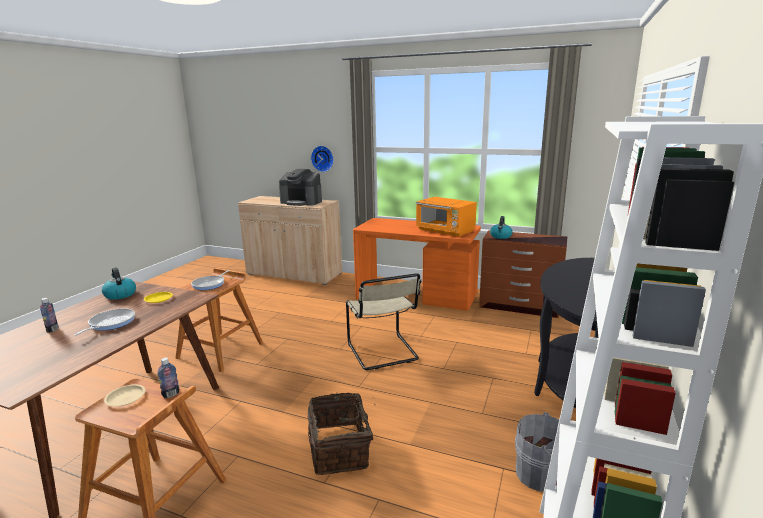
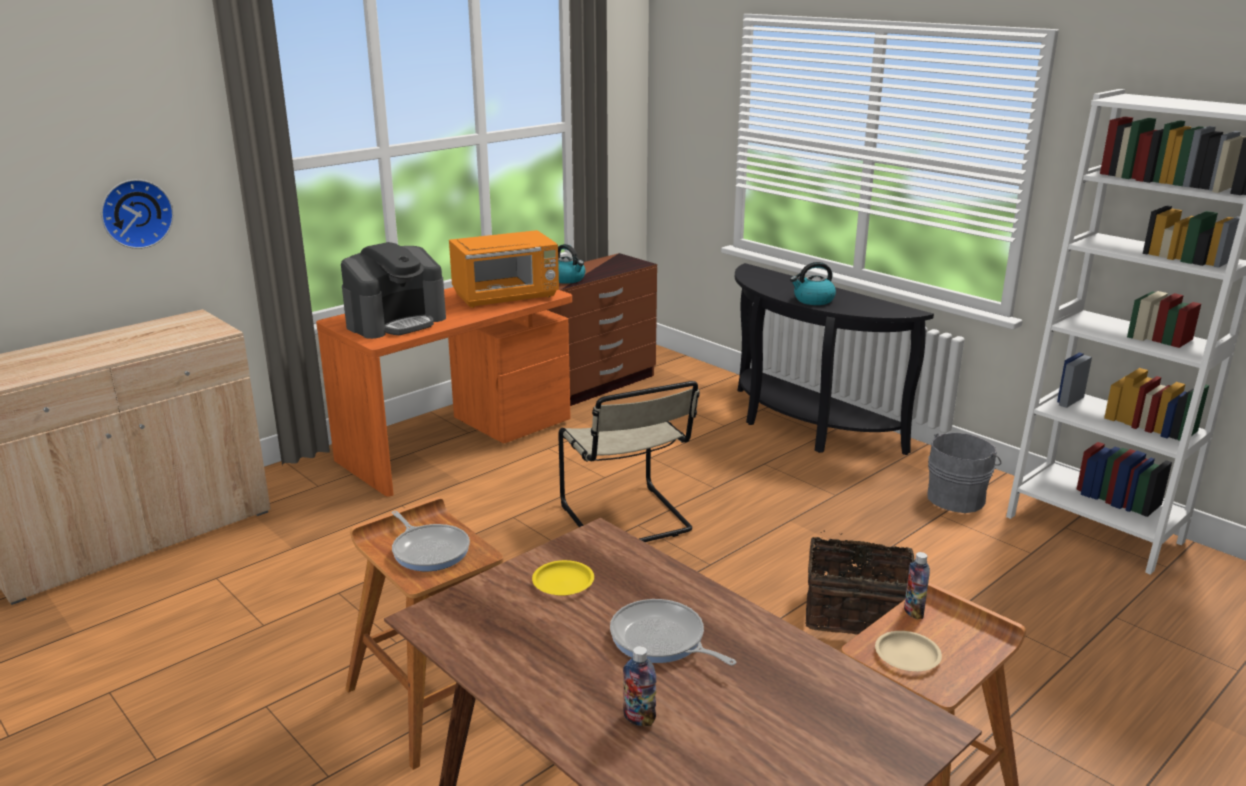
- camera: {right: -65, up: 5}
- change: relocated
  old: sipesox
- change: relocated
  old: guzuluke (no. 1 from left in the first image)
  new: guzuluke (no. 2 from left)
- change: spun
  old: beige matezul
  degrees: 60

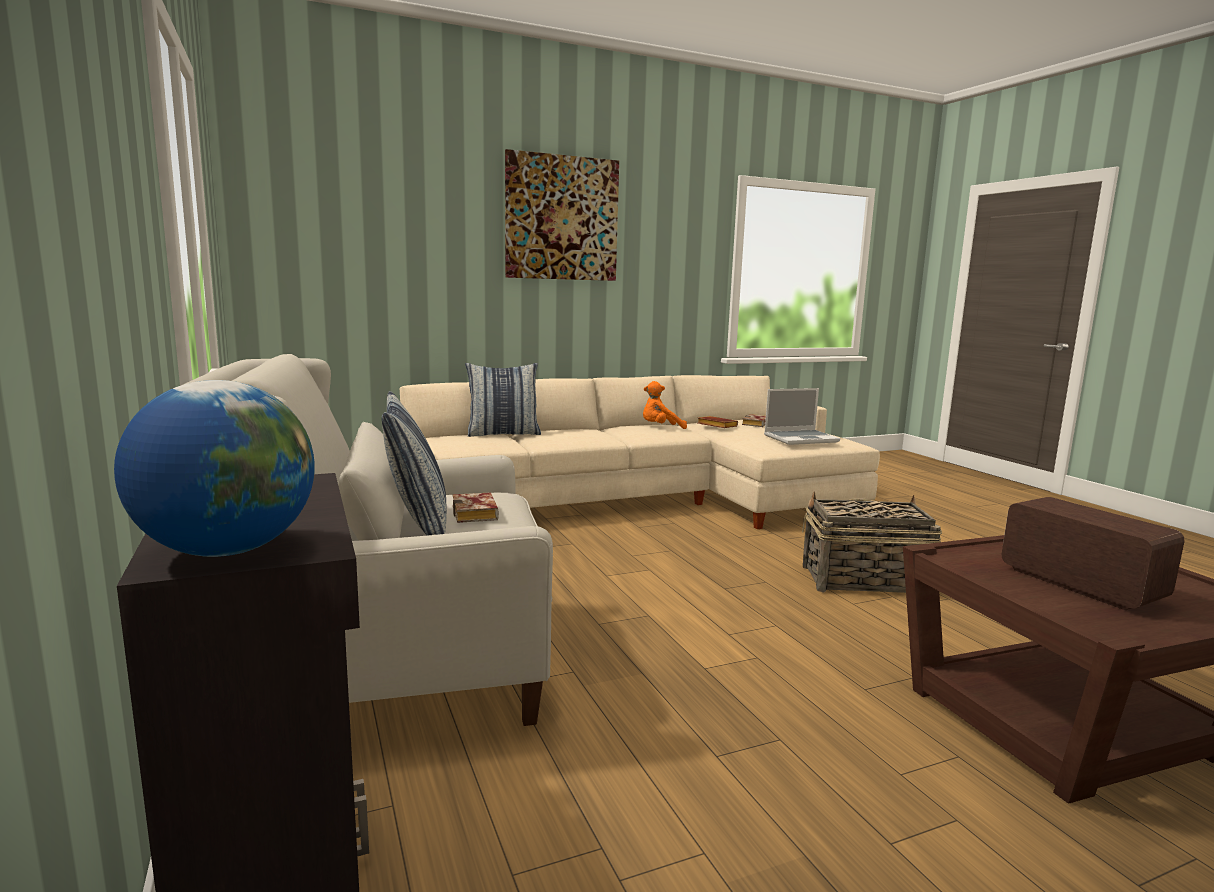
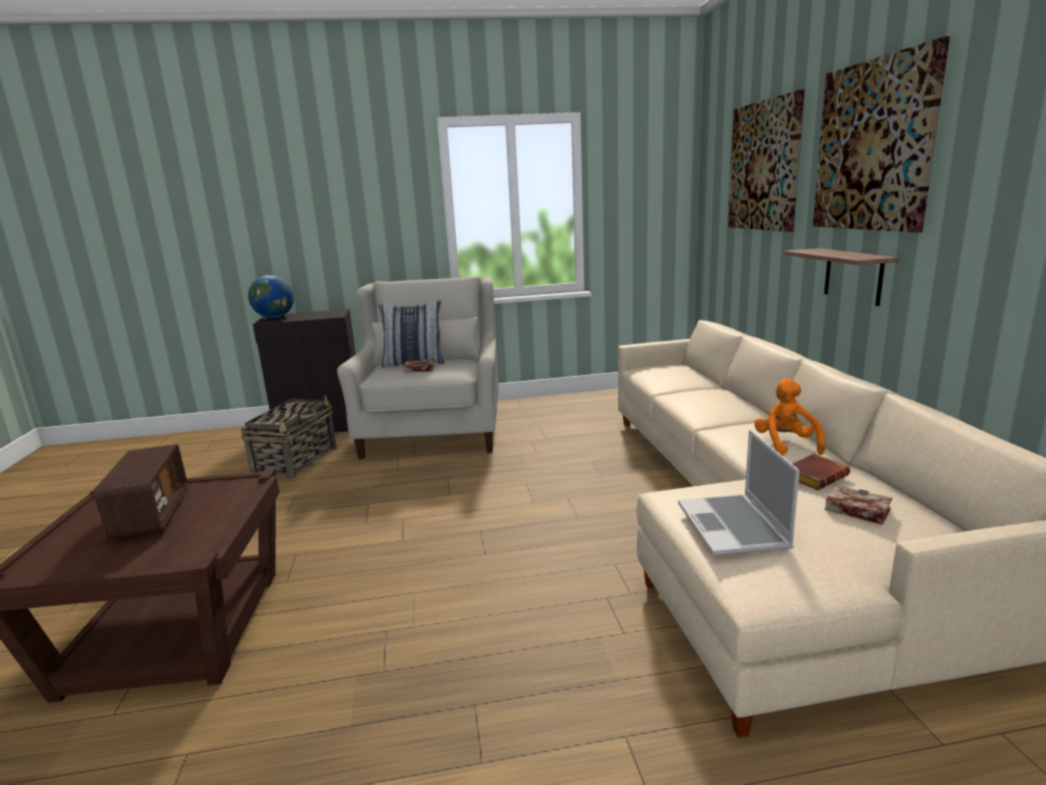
- camera: {right: 105, up: 5}
- change: missing
  old: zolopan (no. 2 from left)
- change: relocated
  old: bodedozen
- change: spun
  old: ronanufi
  degrees: -90
- change: appeared
  new: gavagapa (no. 1 from left)
- change: appeared
  new: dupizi

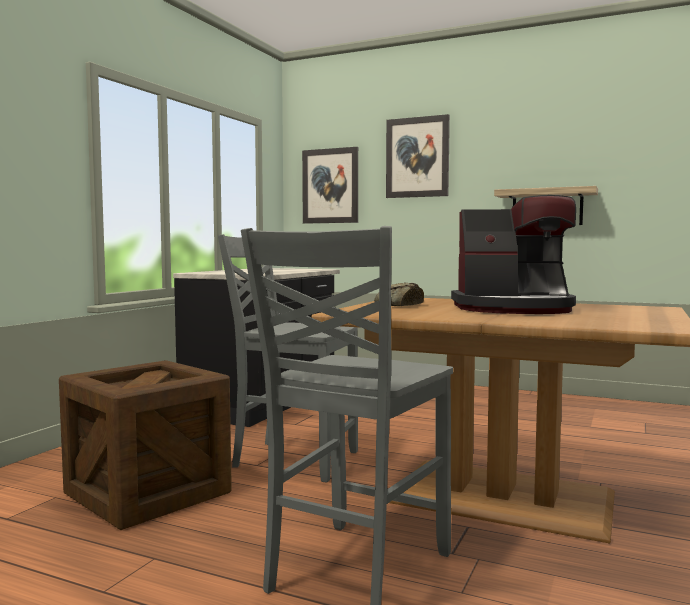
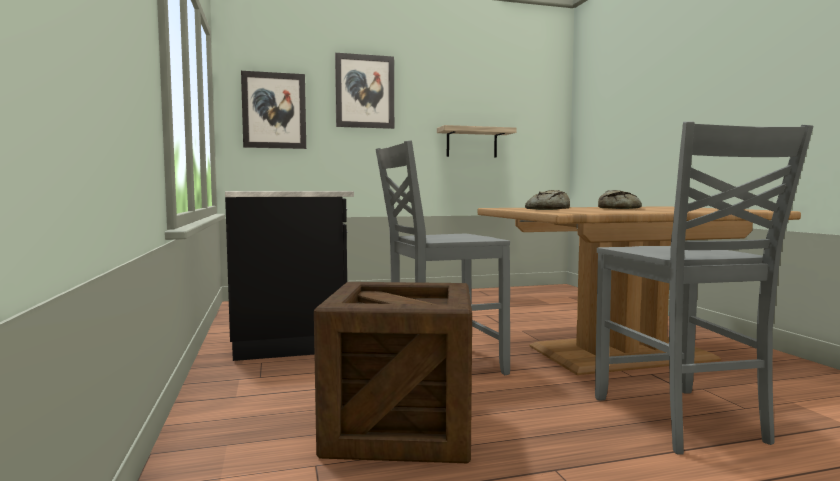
- camera: {right: -40, up: 0}
- change: exchanged
  old: sipesox
  new: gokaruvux (no. 2 from left)

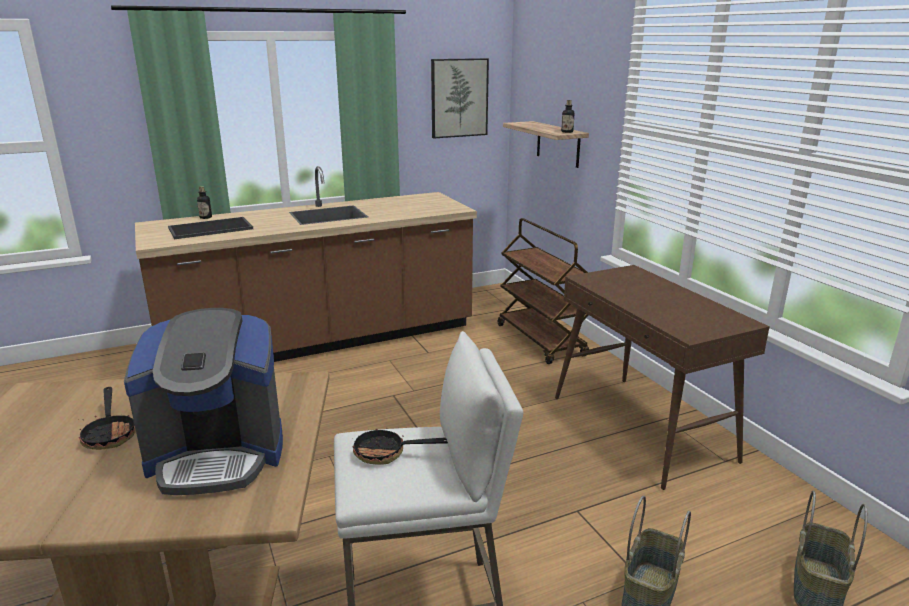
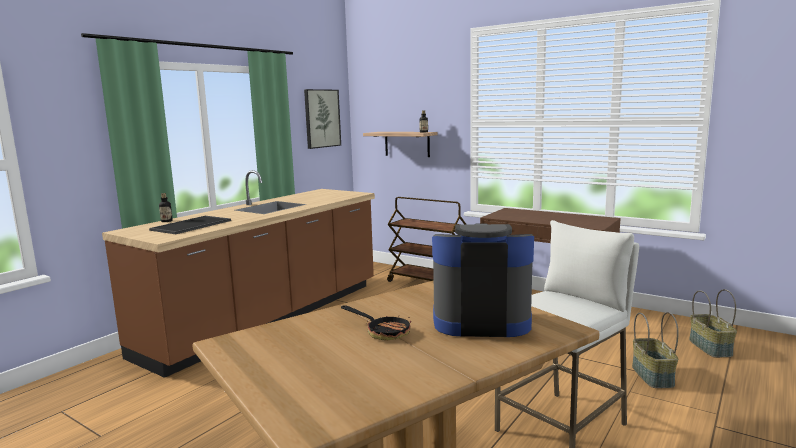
- camera: {right: -30, up: -10}
- change: spun
  old: sipesox
  degrees: -135
- change: missing
  old: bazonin (no. 2 from left)

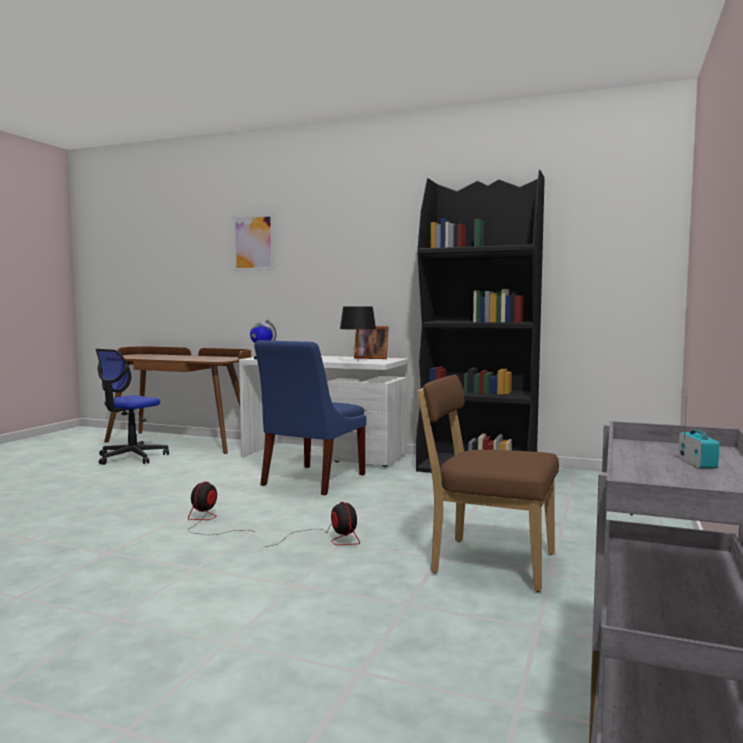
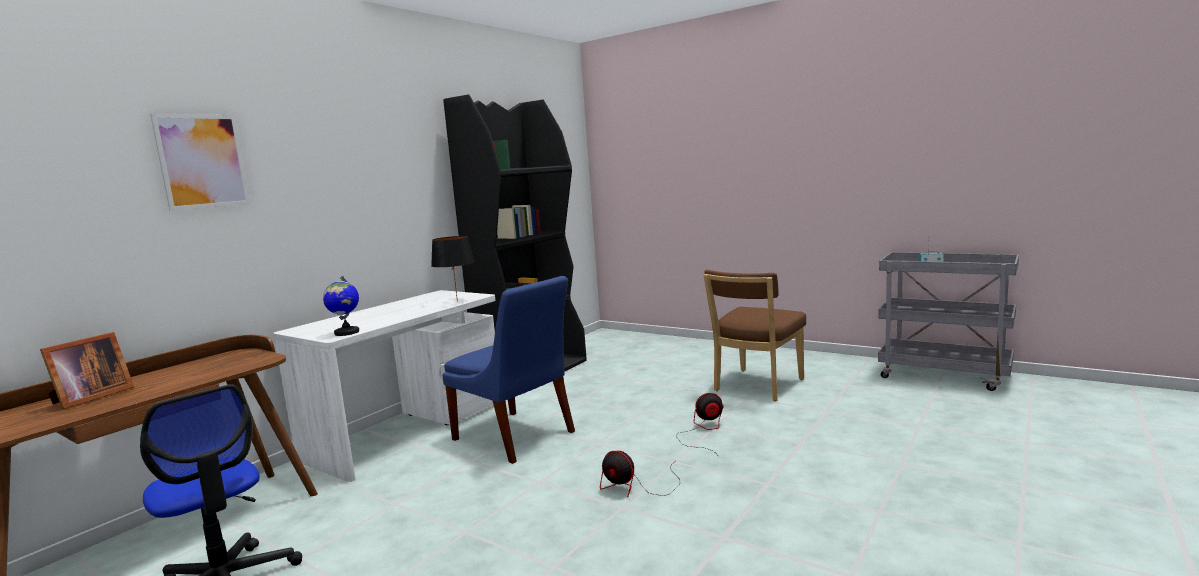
- camera: {right: -75, up: 5}
- change: relocated
  old: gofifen

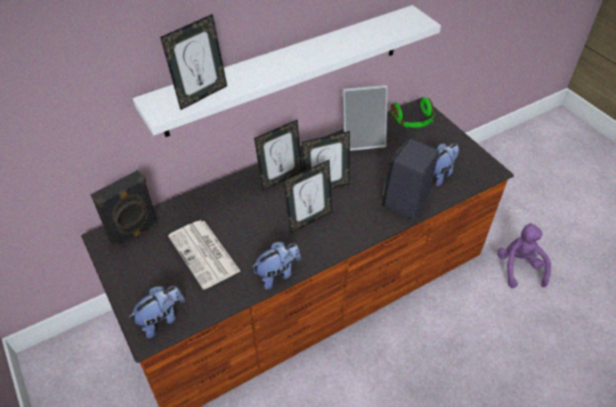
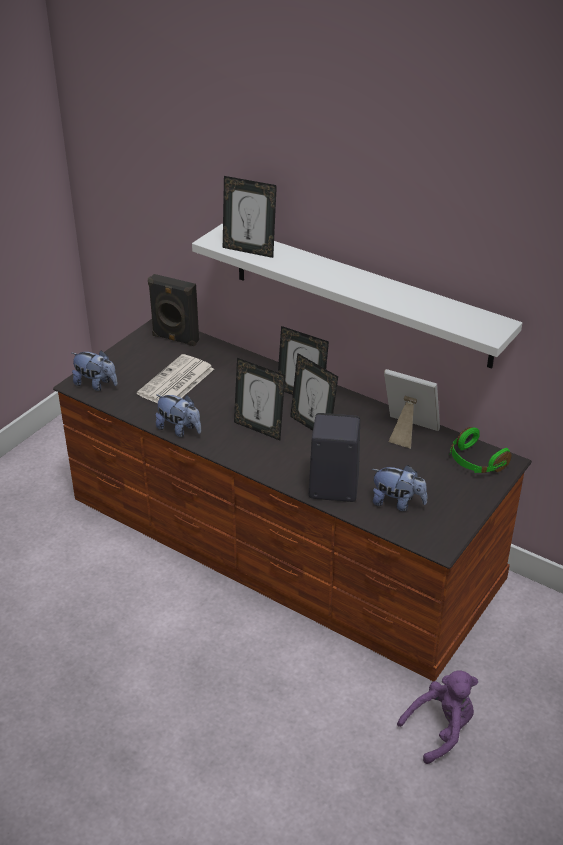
- camera: {right: 65, up: -10}
- change: spun
  old: gofifen (no. 5 from left)
  degrees: 150

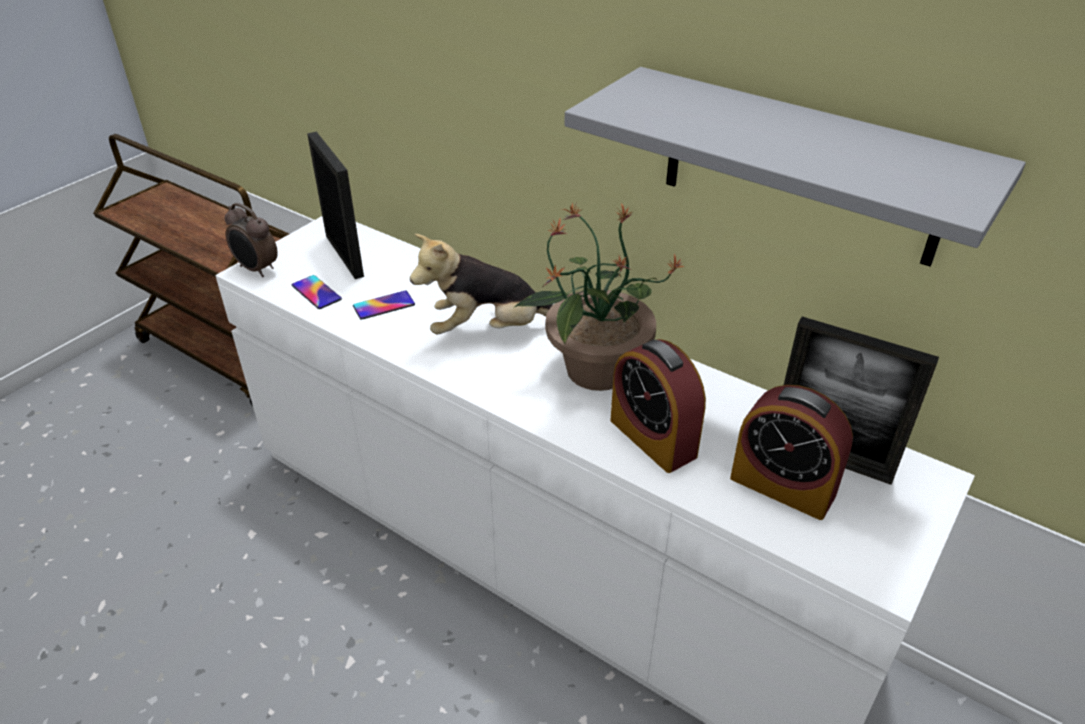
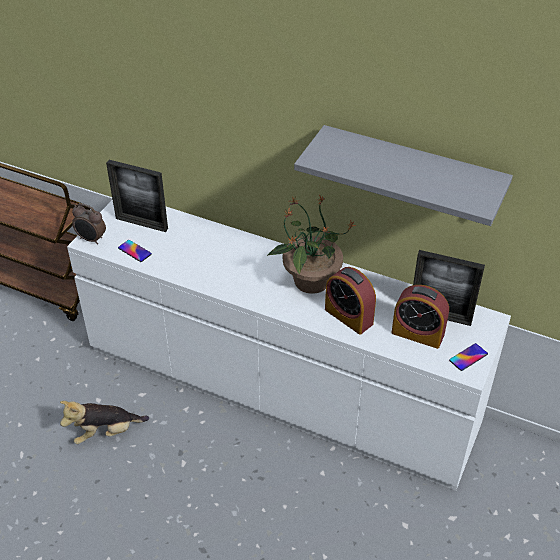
- camera: {right: -10, up: 5}
- change: spun
  old: gofifen (no. 1 from left)
  degrees: 150
- change: relocated
  old: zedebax
- change: relocated
  old: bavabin (no. 2 from left)

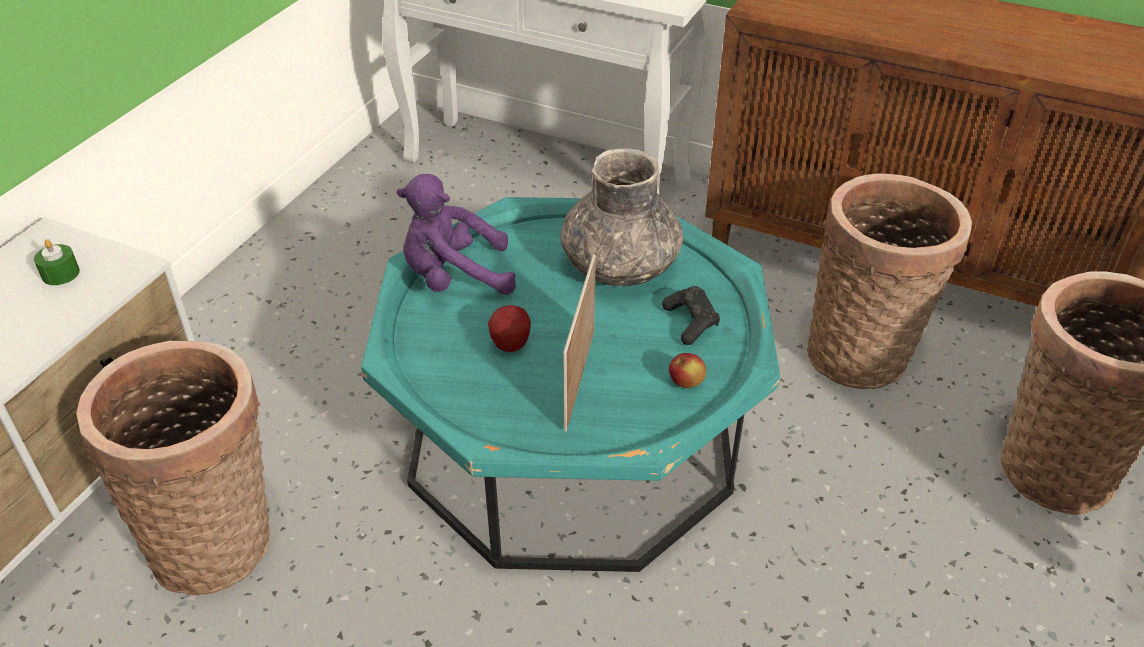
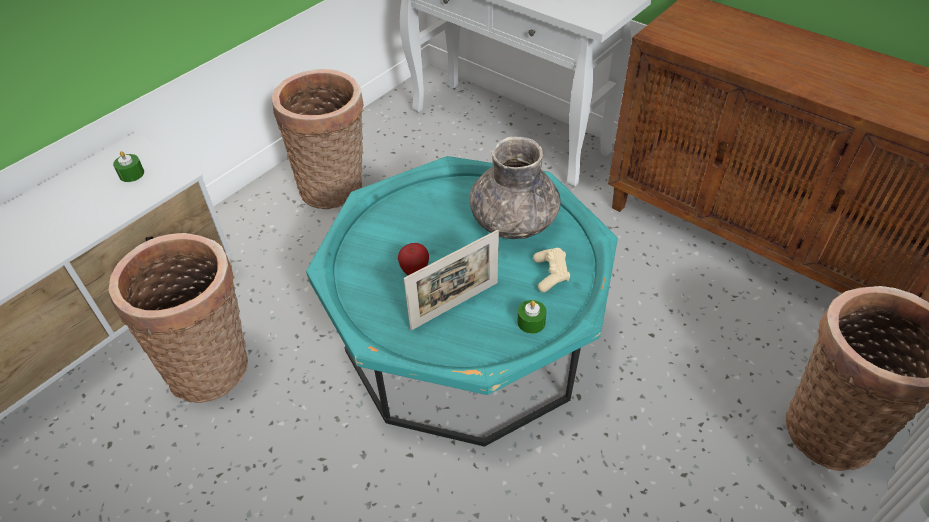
- camera: {right: 15, up: 5}
- change: relocated
  old: bodedozen (no. 2 from left)
- change: missing
  old: purple zedebax
- change: spun
  old: gofifen
  degrees: -150
- change: colour
  old: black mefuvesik
  new: beige mefuvesik
- change: exchanged
  old: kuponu (no. 2 from left)
  new: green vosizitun (no. 2 from left)

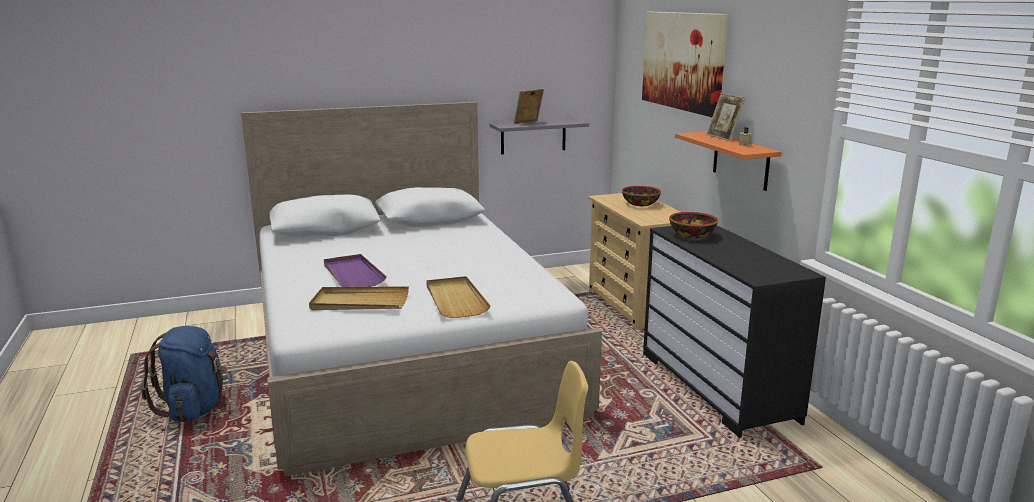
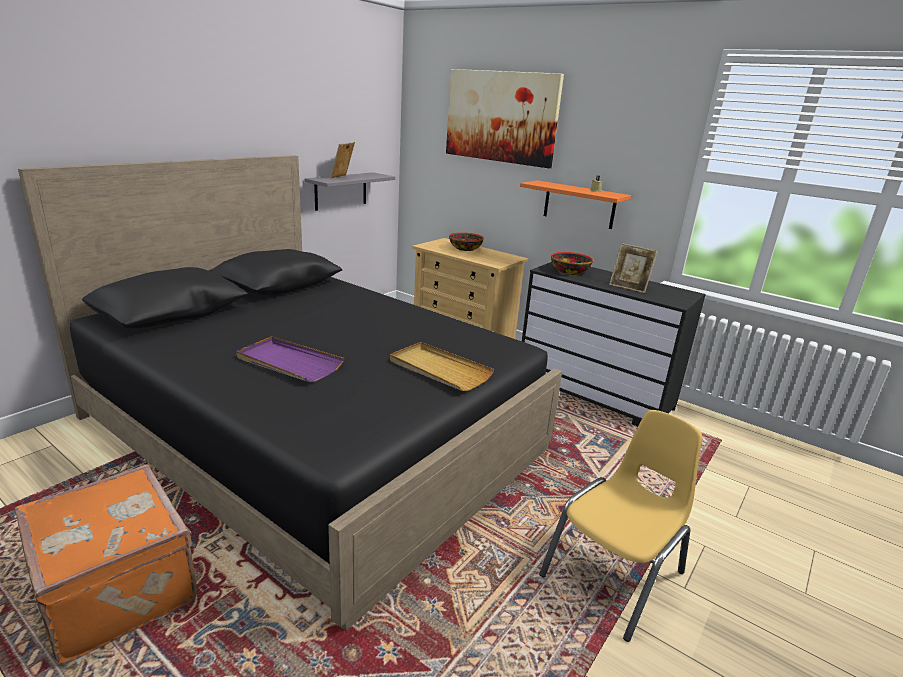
- camera: {right: -35, up: 5}
- change: relocated
  old: gofifen (no. 2 from left)
- change: colour
  old: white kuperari
  new: black kuperari
- change: missing
  old: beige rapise (no. 1 from left)
- change: exchanged
  old: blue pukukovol
  new: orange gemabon

